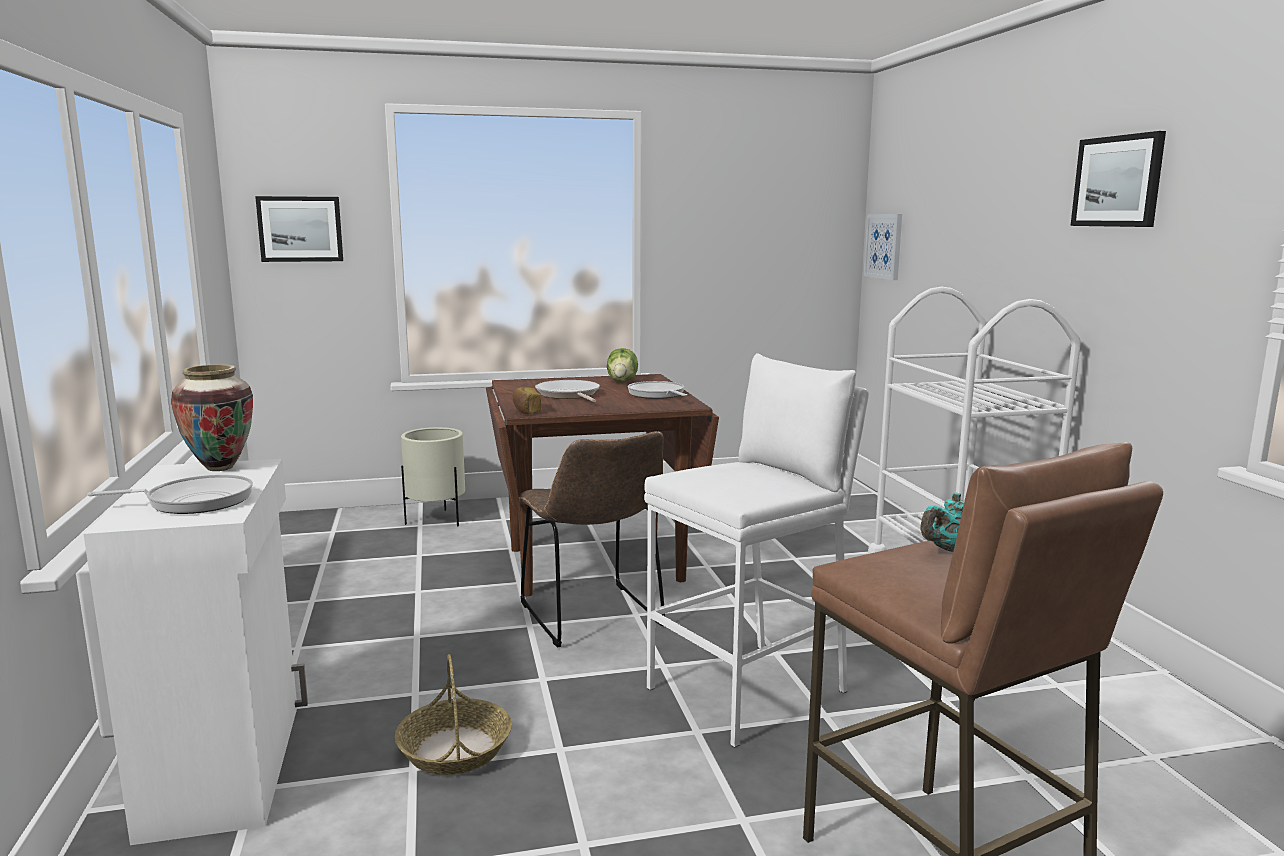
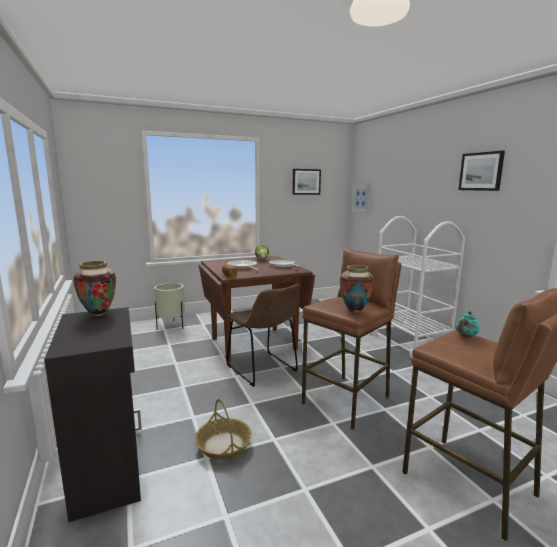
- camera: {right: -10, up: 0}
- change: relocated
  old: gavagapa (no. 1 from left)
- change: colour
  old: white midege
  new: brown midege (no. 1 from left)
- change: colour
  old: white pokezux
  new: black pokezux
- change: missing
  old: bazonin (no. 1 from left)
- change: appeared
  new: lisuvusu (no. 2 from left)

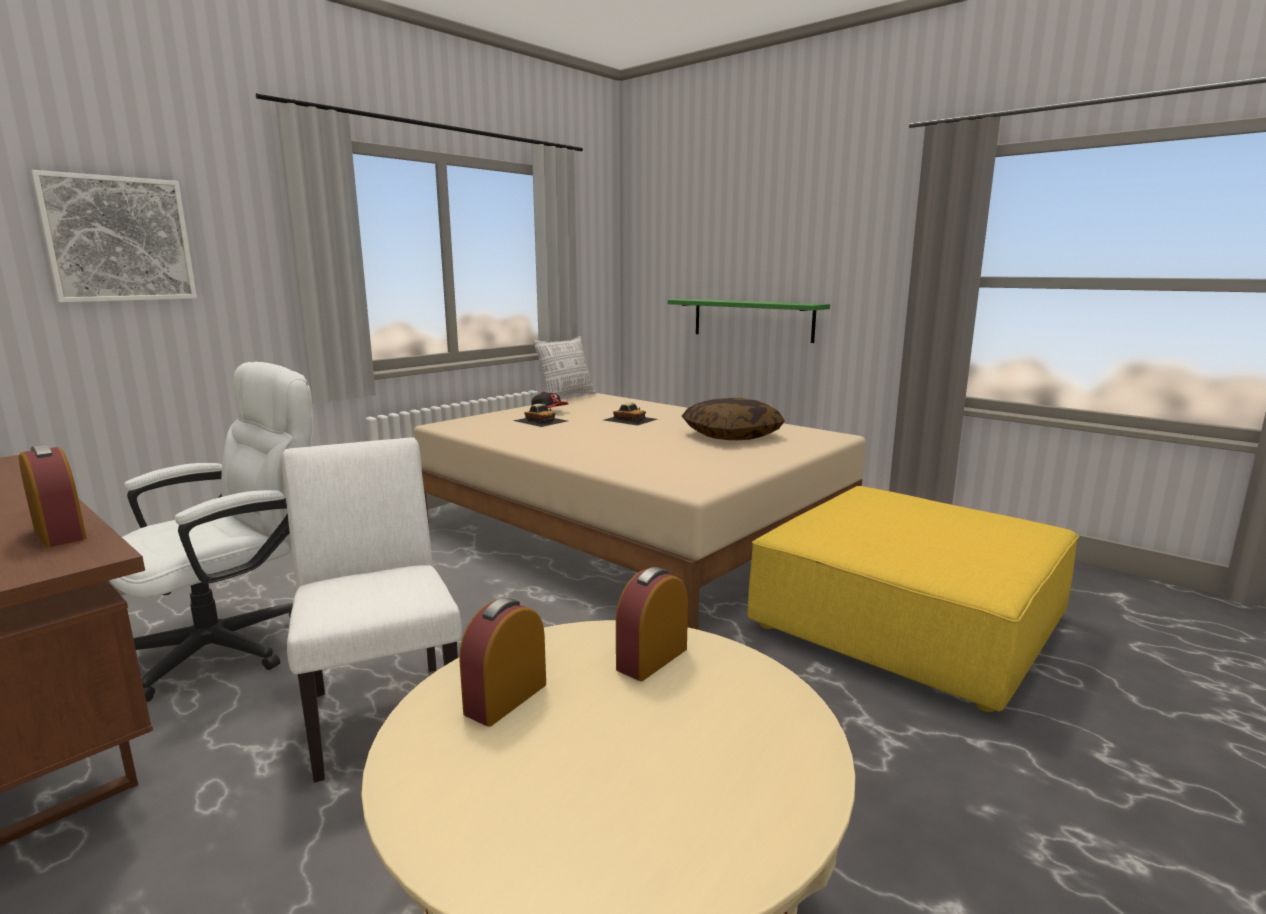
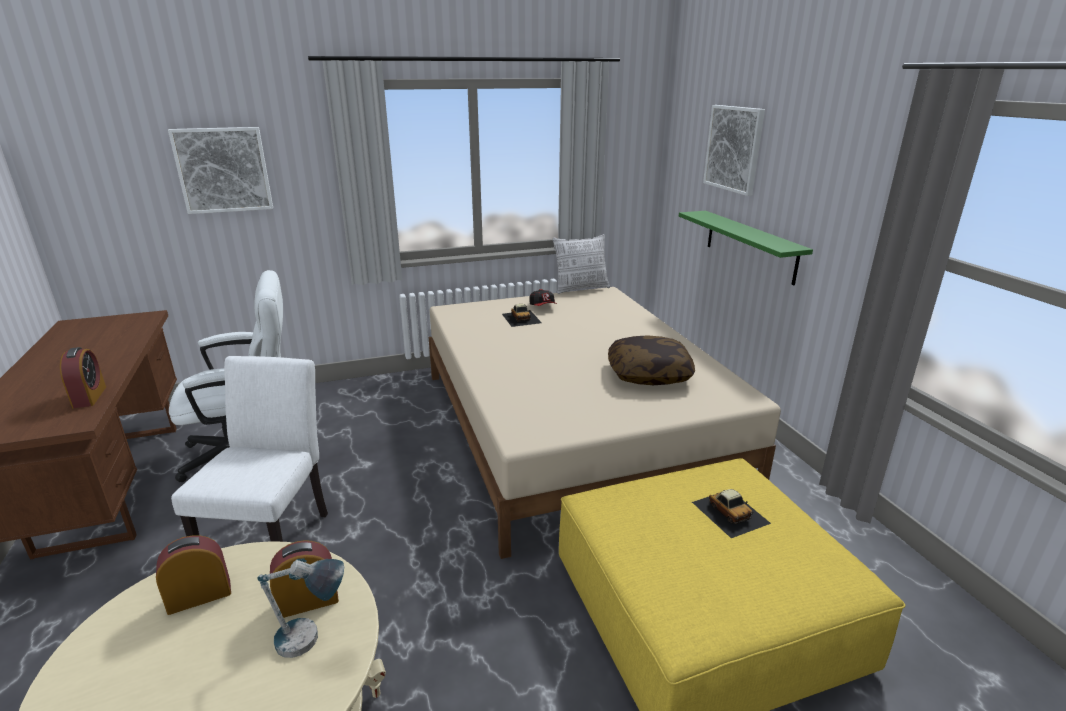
- camera: {right: 30, up: 10}
- change: relocated
  old: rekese (no. 2 from left)
- change: appeared
  new: gavagapa (no. 2 from left)
- change: appeared
  new: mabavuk

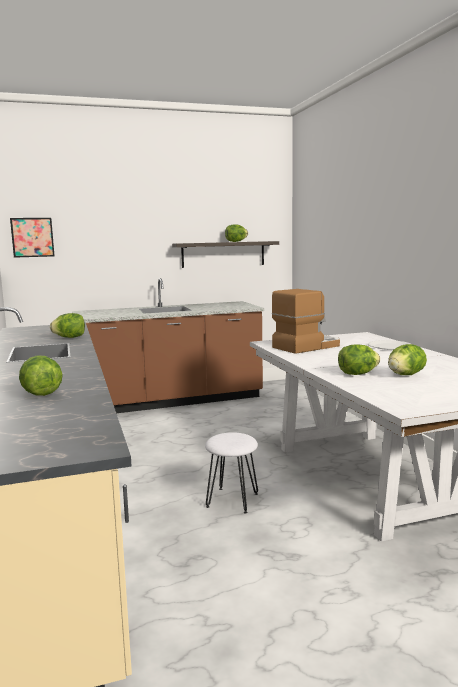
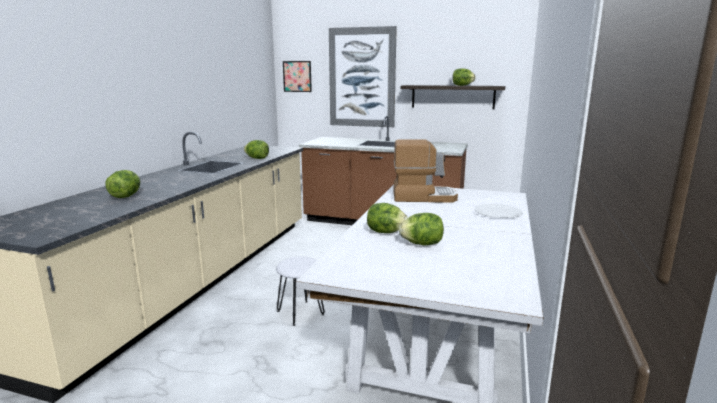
- camera: {right: 35, up: 5}
- change: appeared
  new: gavagapa (no. 2 from left)

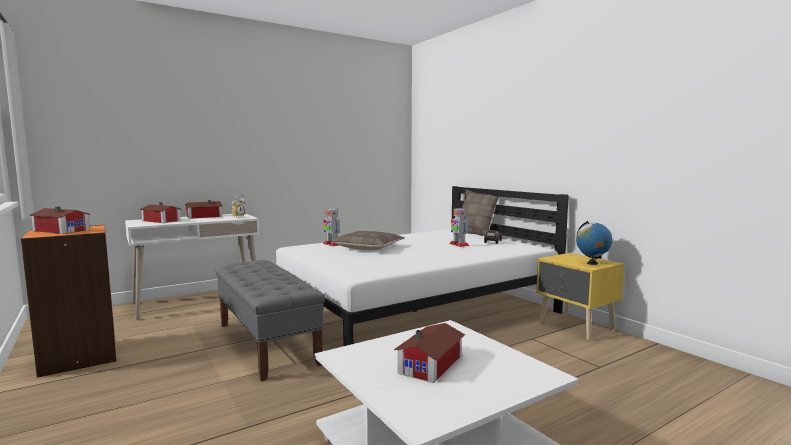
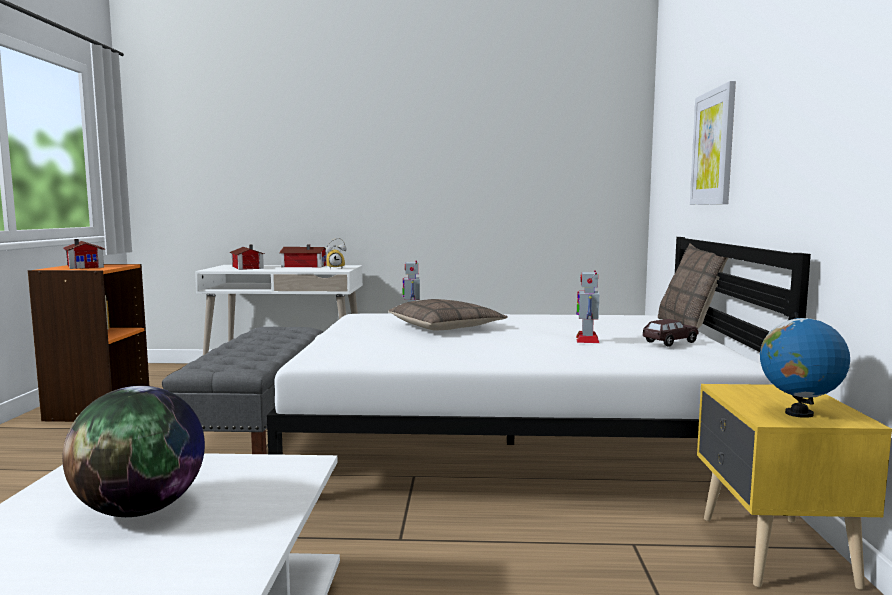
- camera: {right: 35, up: 0}
- change: exchanged
  old: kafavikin (no. 4 from left)
  new: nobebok (no. 1 from left)
- change: appeared
  new: gavagapa

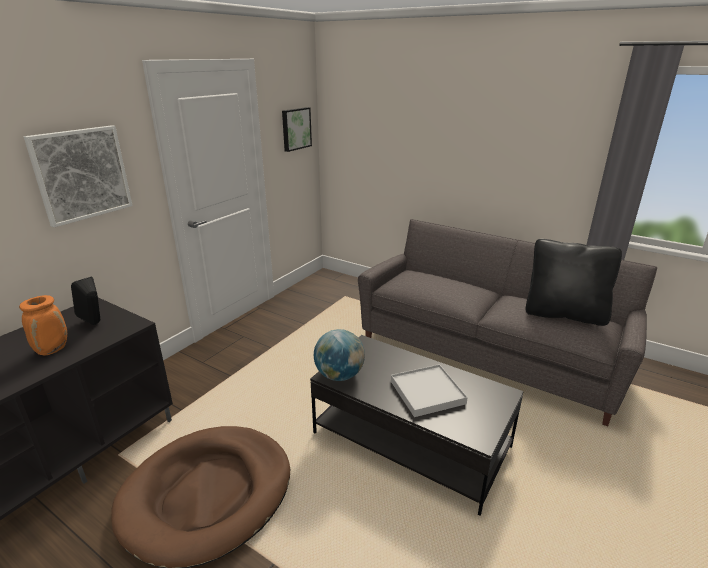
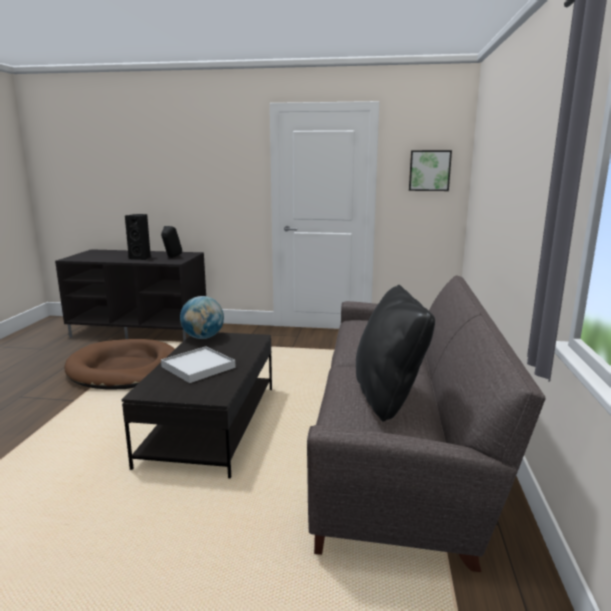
- camera: {right: 65, up: -10}
- change: missing
  old: gavagapa (no. 1 from left)
- change: exchanged
  old: orange lisuvusu
  new: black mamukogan (no. 1 from left)

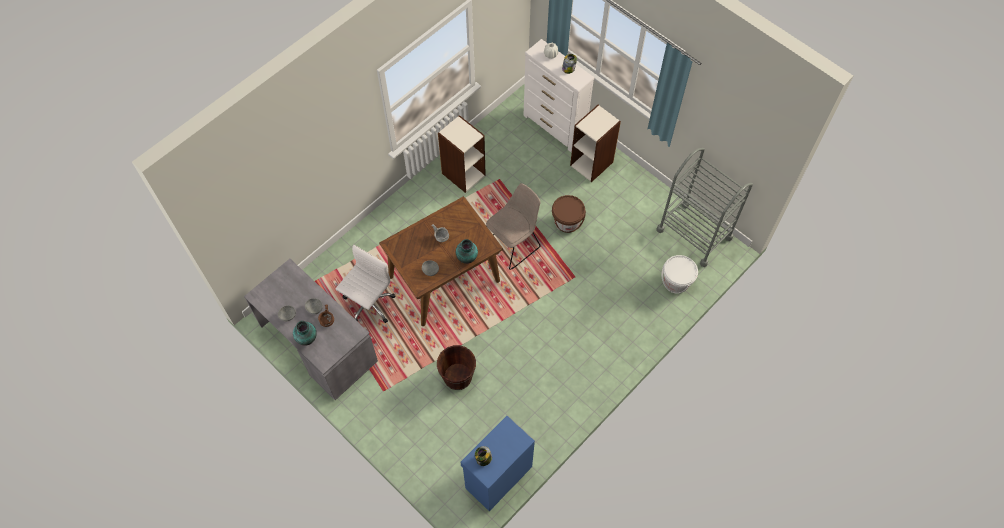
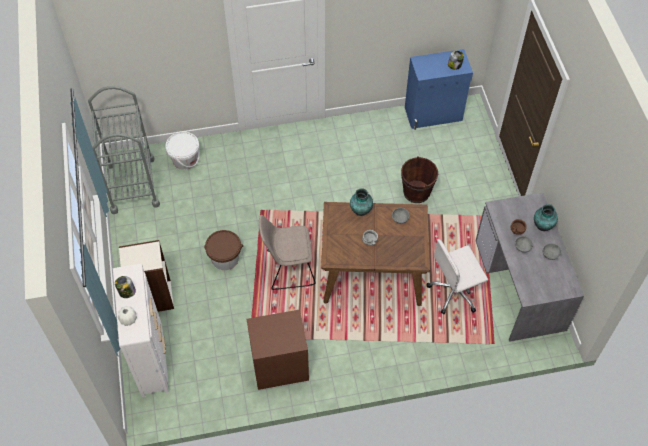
- camera: {right: -145, up: -5}
- change: exchanged
  old: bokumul (no. 1 from left)
  new: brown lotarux

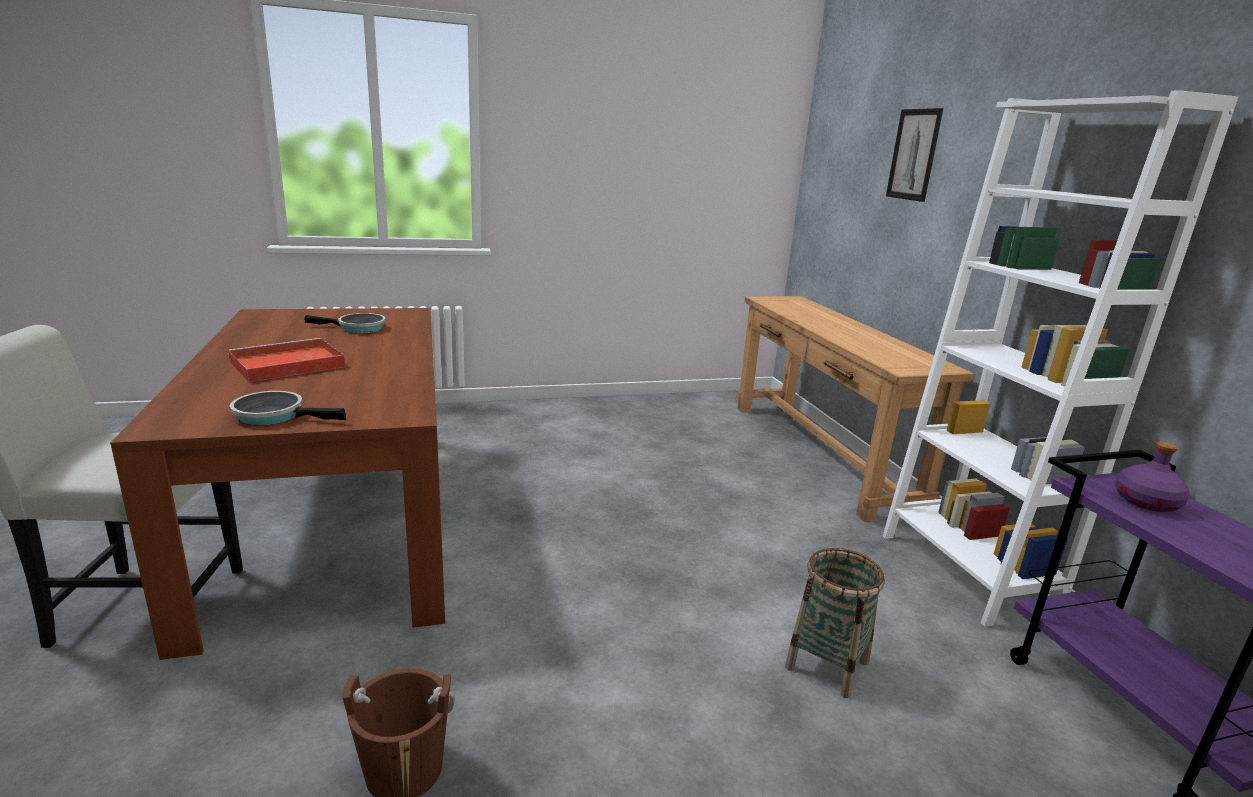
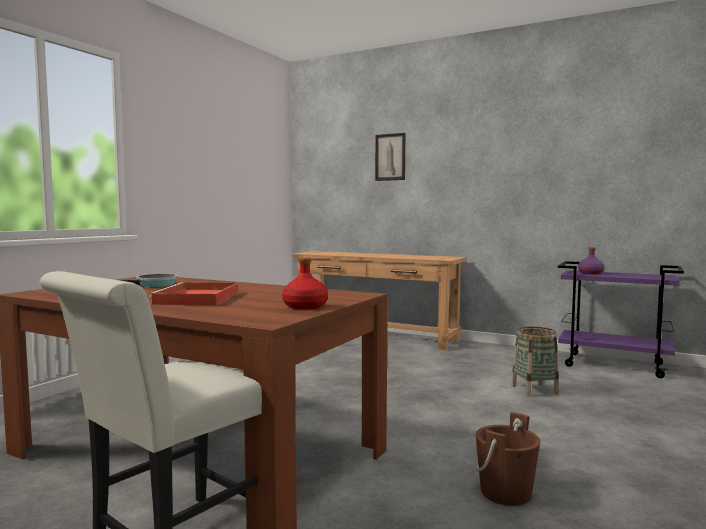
- camera: {right: -45, up: -15}
- change: missing
  old: white bokumul
- change: exchanged
  old: bazonin (no. 1 from left)
  new: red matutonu

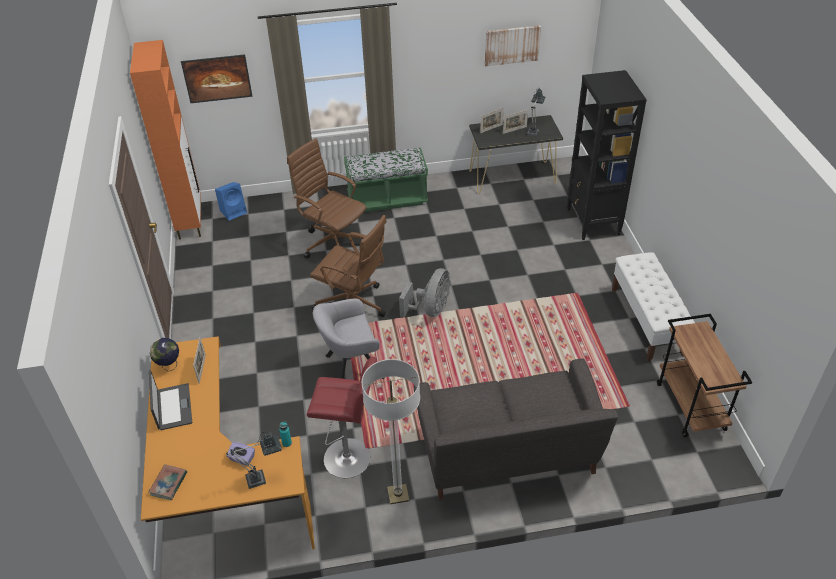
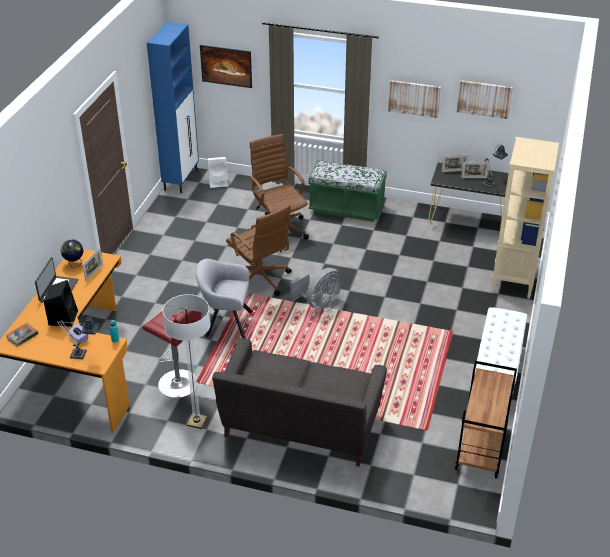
- camera: {right: 25, up: -5}
- change: colour
  old: orange pokezux
  new: blue pokezux
- change: colour
  old: black bokumul
  new: beige bokumul
- change: colour
  old: blue mamukogan
  new: white mamukogan
- change: appeared
  new: gavagapa (no. 2 from left)
- change: appeared
  new: black mamukogan

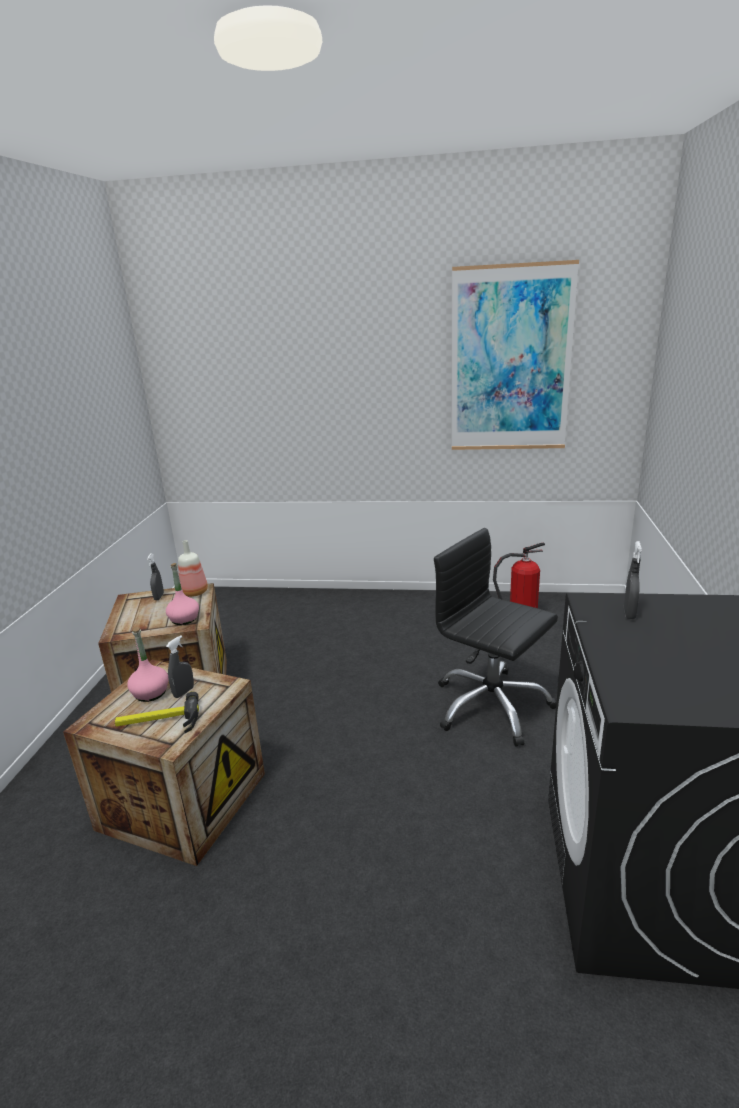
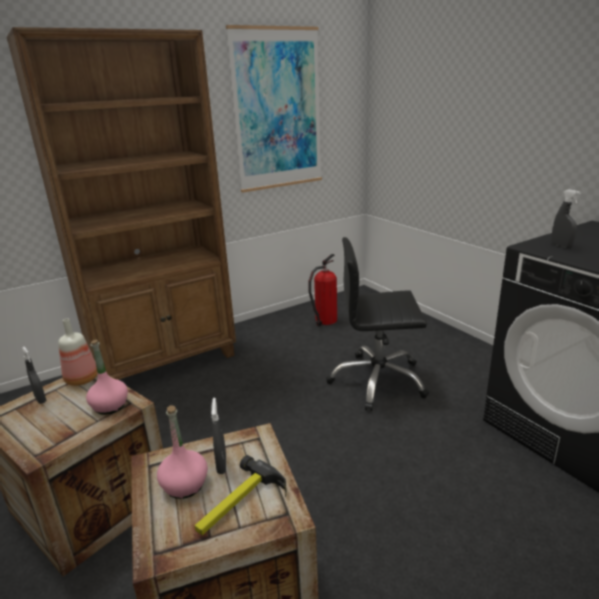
- camera: {right: -40, up: 0}
- change: appeared
  new: brown bokumul

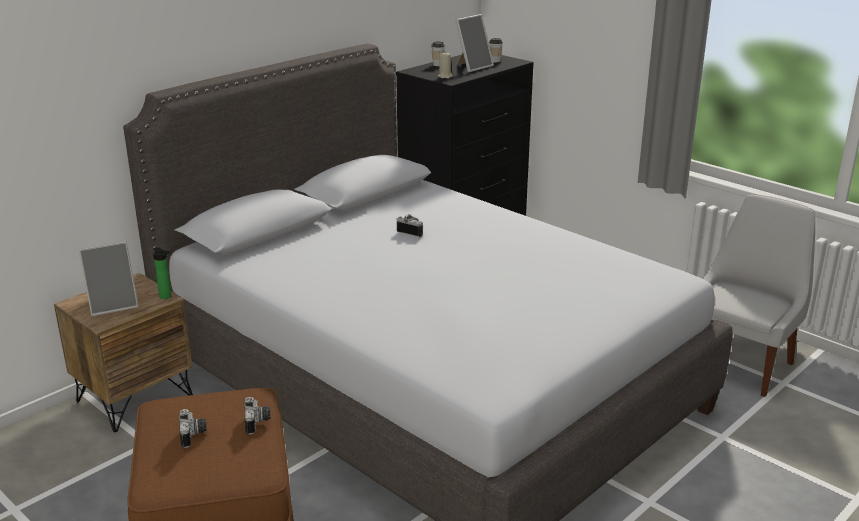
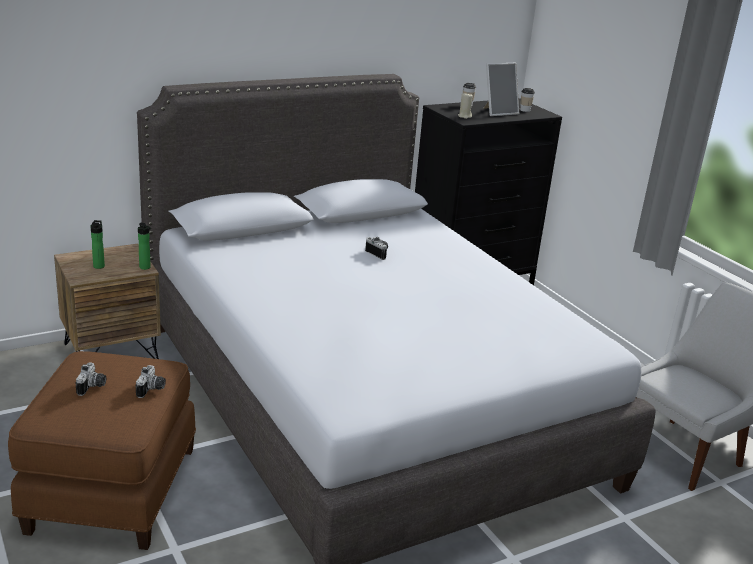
- camera: {right: 15, up: 0}
- change: exchanged
  old: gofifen (no. 1 from left)
  new: matutonu (no. 1 from left)

